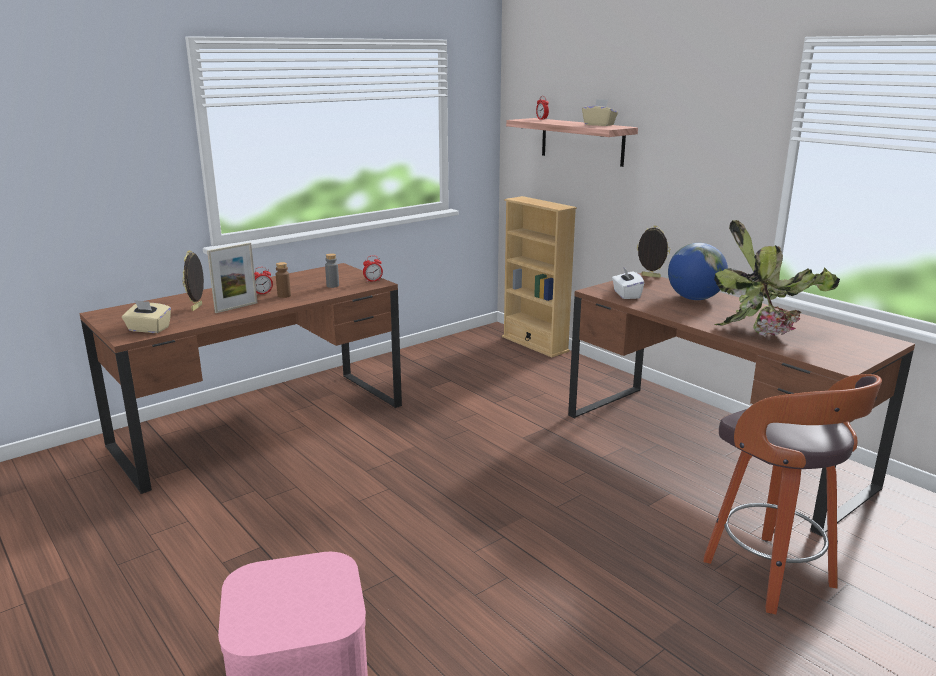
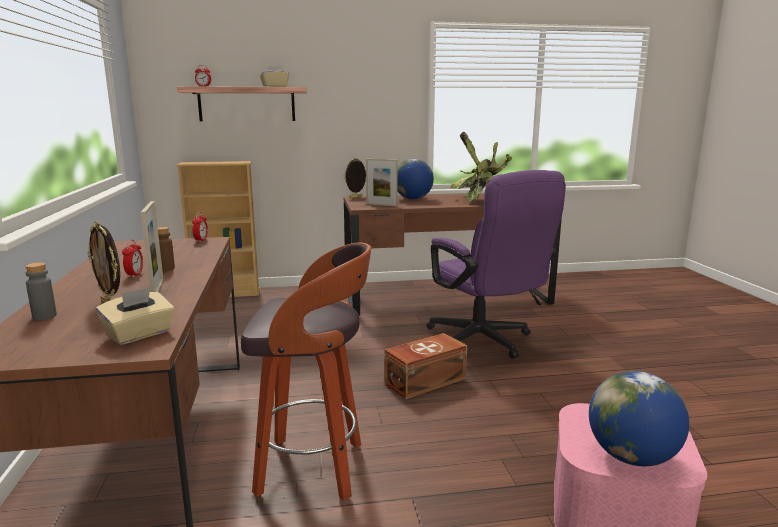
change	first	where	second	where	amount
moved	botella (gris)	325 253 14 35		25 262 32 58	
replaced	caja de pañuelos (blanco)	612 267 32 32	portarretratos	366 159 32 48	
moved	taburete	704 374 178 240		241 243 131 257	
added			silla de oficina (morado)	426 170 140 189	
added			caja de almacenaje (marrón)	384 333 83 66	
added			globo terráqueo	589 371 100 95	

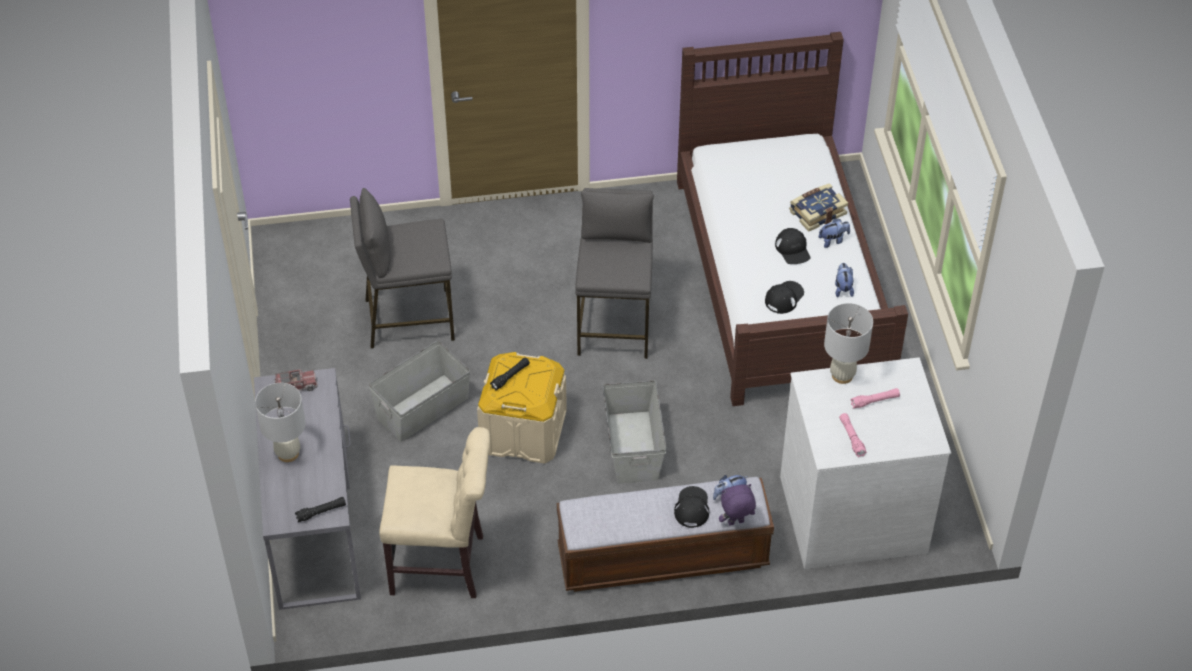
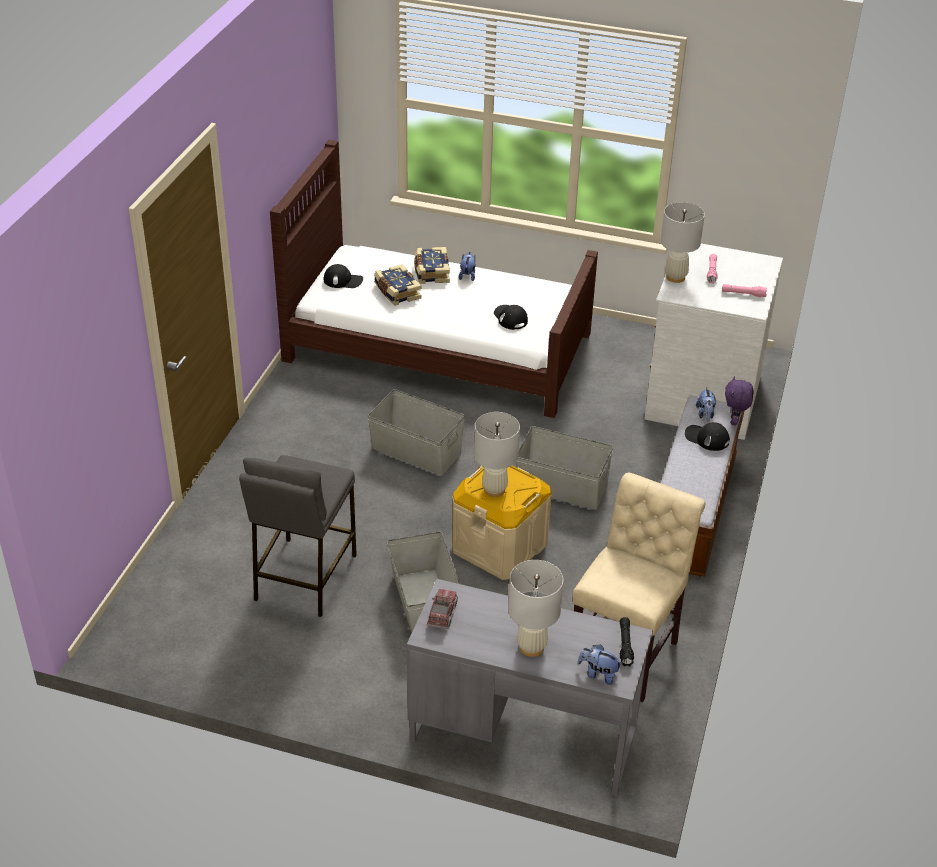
change	first	where	second	where	amount
replaced	taburete (gris)	575 188 79 171	caja de almacenaje (gris)	368 389 97 86	
moved	gorra (negro)	775 228 35 36		323 264 40 24	
moved	peluche	835 263 19 34		578 644 44 41	
replaced	linterna (negro)	490 358 40 33	lámpara de mesa (blanco)	474 412 46 85	
added			libro	374 264 48 42	

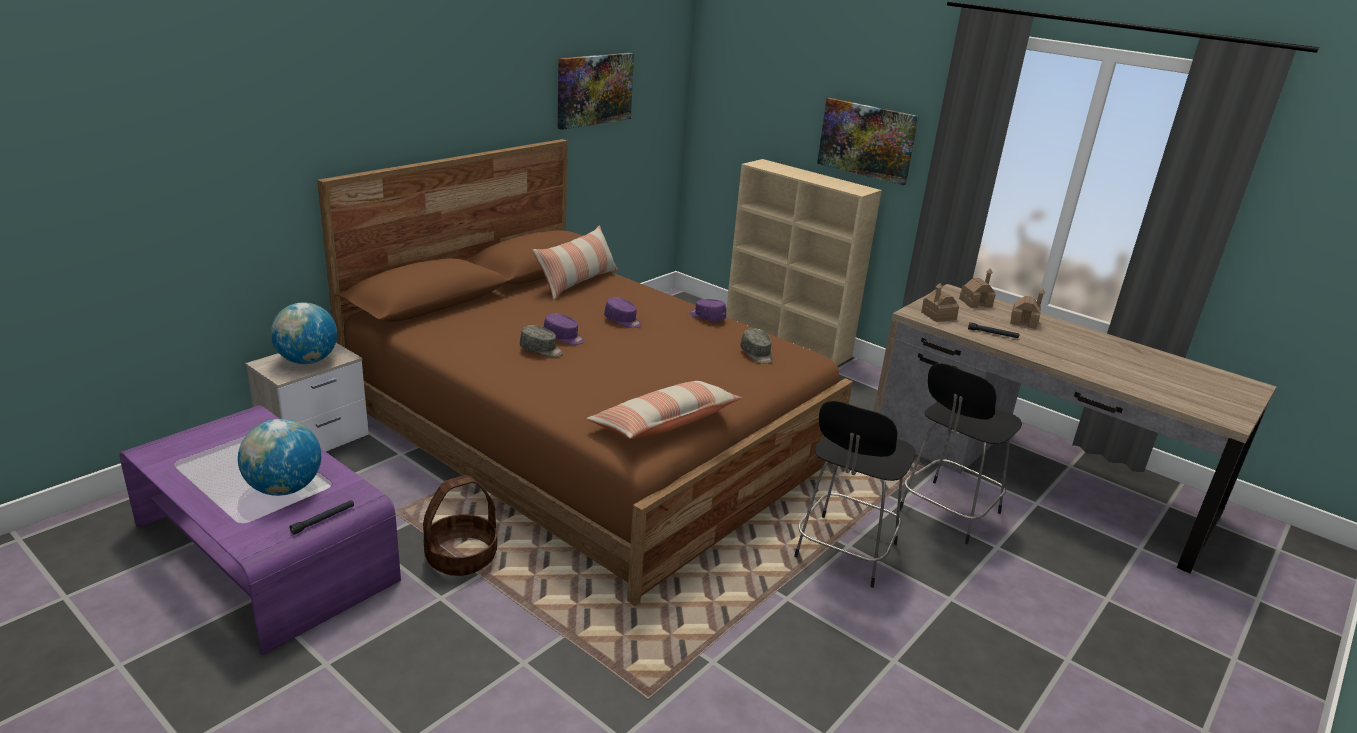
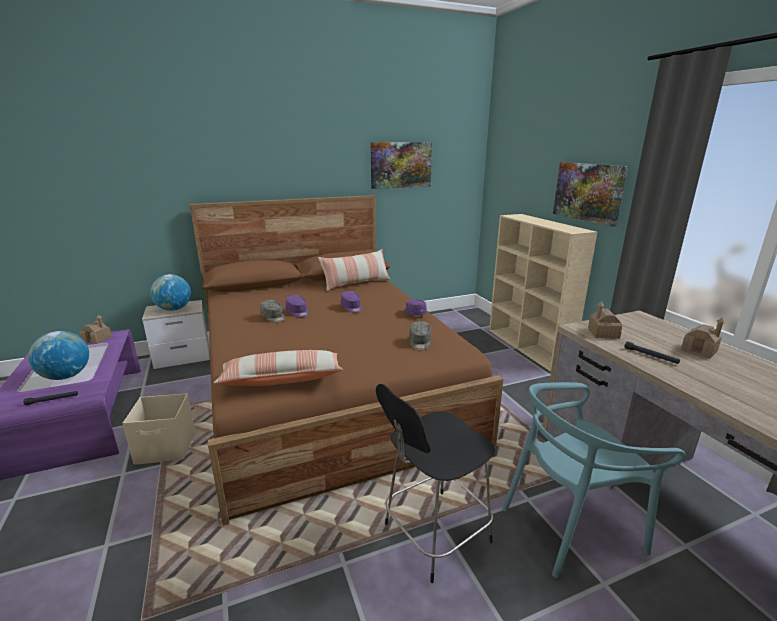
change	first	where	second	where	amount
moved	casita	959 268 37 40		80 315 32 29	
replaced	taburete (negro)	900 363 122 181	silla (turquesa)	502 382 184 196	
replaced	cesta	423 475 74 101	caja de almacenaje (beis)	123 393 72 72	

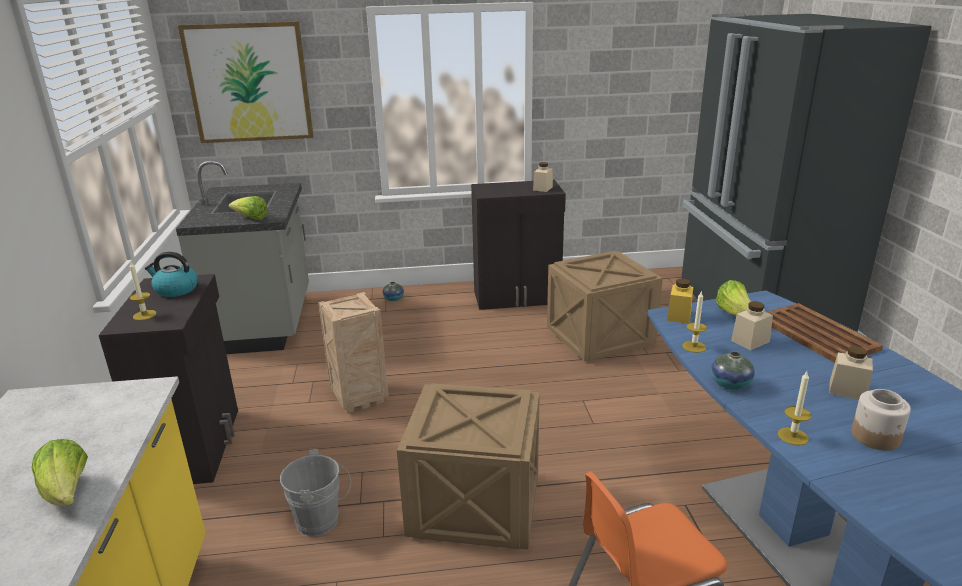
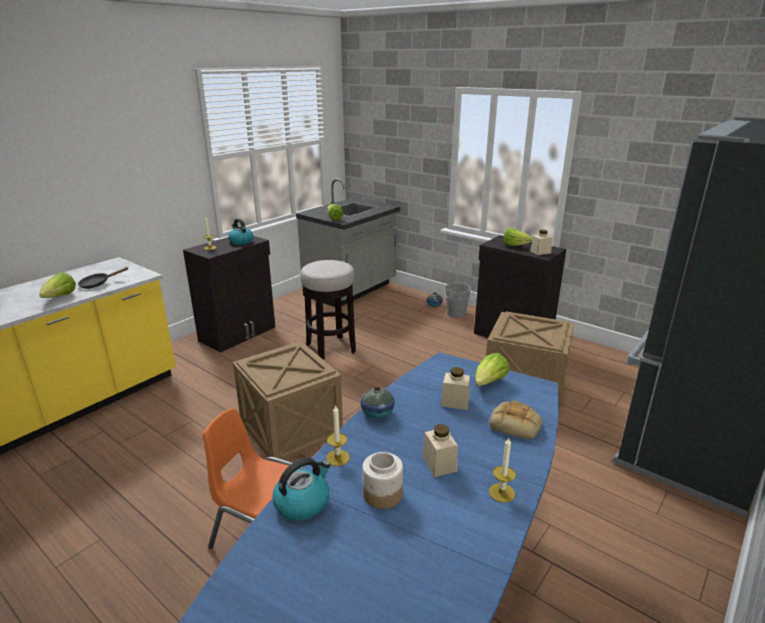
change	first	where	second	where	amount
removed	cuadro	178 21 136 122			
removed	tarro (amarillo)	667 279 26 45			
moved	vela	682 290 25 63		489 438 27 65	
replaced	caja de embalaje	318 292 70 121	taburete	300 260 56 100	
replaced	bandeja (marrón)	767 303 116 60	pan	489 400 53 40	
moved	cubo (gris)	280 449 71 88		445 281 30 37	
added			lechuga	503 228 30 18	
added			sartén (negro)	78 267 51 22	
added			hervidor	272 458 59 63	

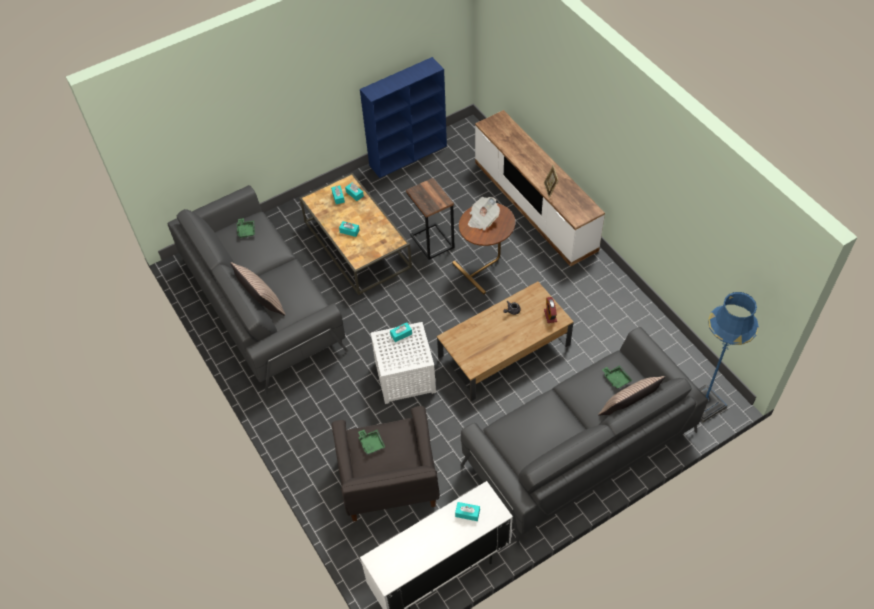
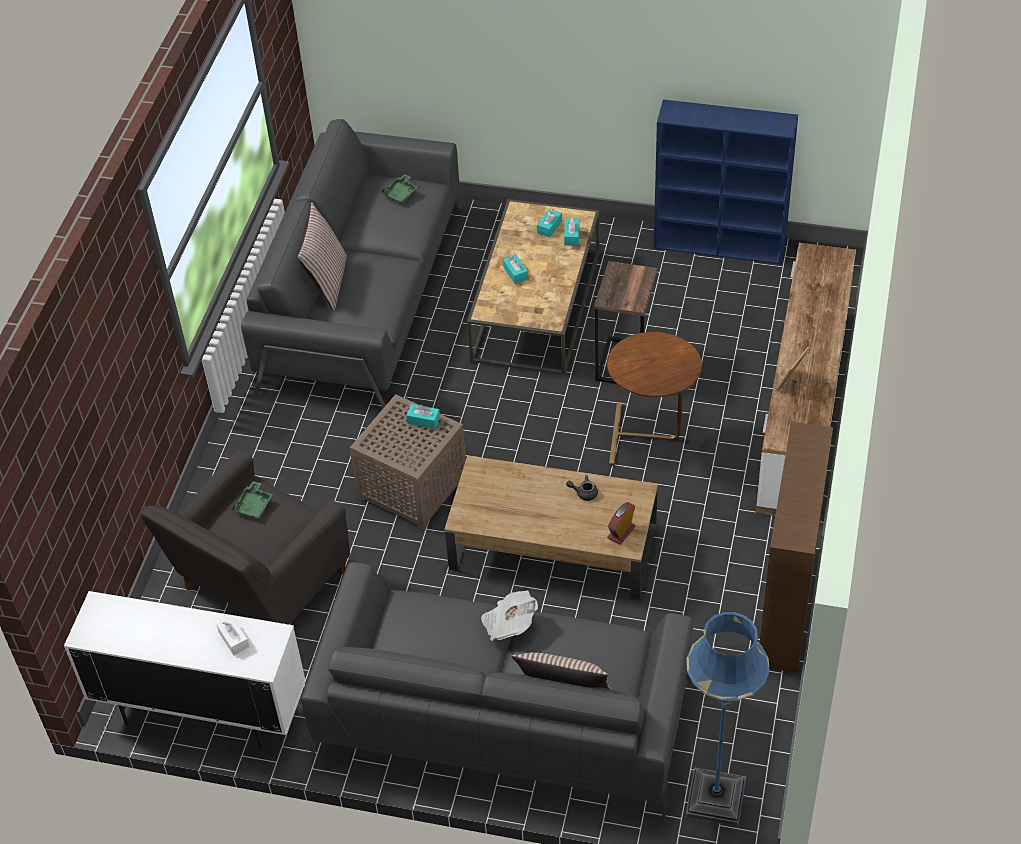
change	first	where	second	where	amount
moved	periódico	468 197 32 33		481 590 57 51	
recoloured	mesa auxiliar (blanco)	371 322 65 82	mesa auxiliar (marrón)	350 394 116 136	
removed	bandeja (verde)	602 365 31 25			
recoloured	caja de pañuelos (turquesa)	455 502 25 19	caja de pañuelos (blanco)	216 616 33 39	
added			estantería (marrón)	760 422 73 251	

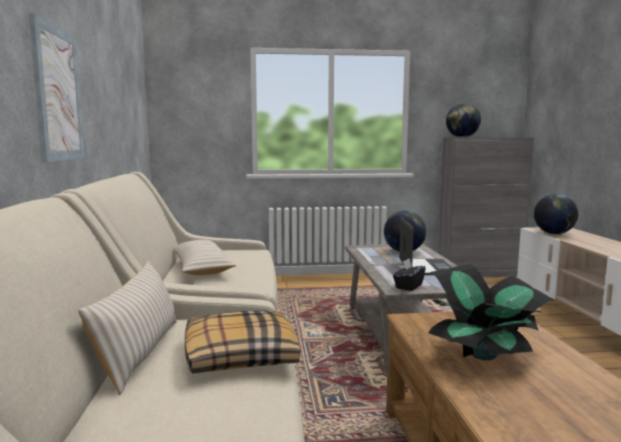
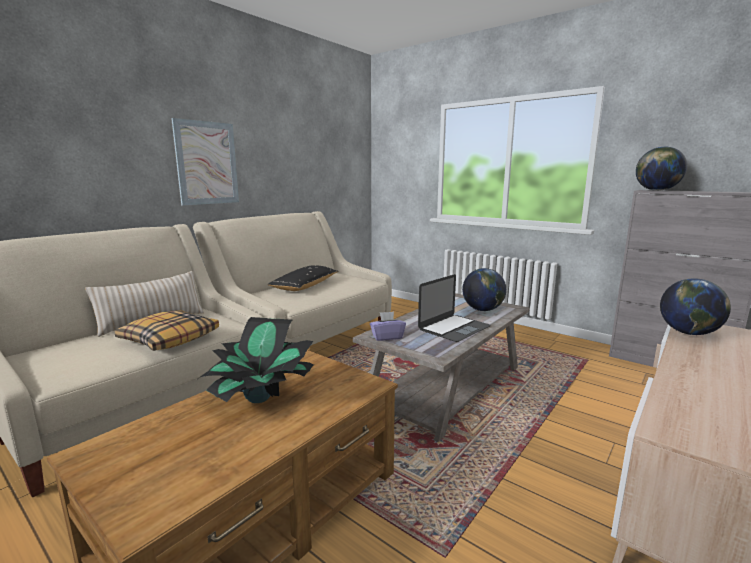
change	first	where	second	where	amount
recoloured	cojín (beis)	173 240 63 35	cojín (negro)	267 265 71 26	
recoloured	caja de pañuelos (negro)	393 258 33 33	caja de pañuelos (morado)	370 312 36 29	

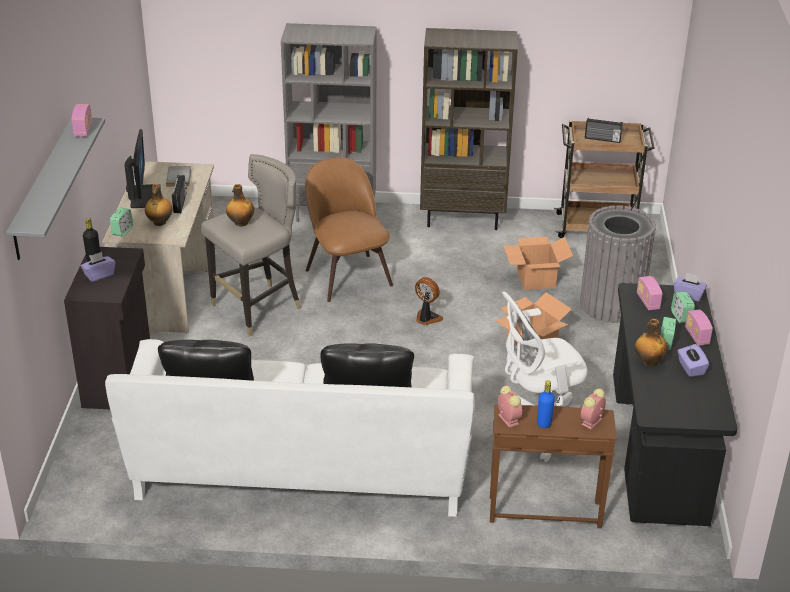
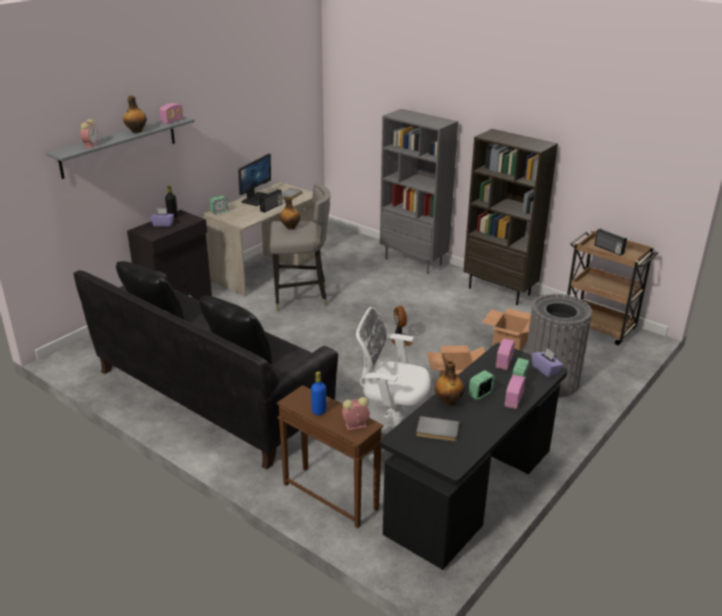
change	first	where	second	where	amount
removed	silla (marrón)	305 157 88 145			
moved	botella	145 184 27 42		123 95 24 38	
recoloured	sofá (blanco)	105 339 370 178	sofá (negro)	73 270 265 200	
removed	caja de pañuelos (morado)	678 344 31 33			
moved	despertador	498 386 24 42		81 119 17 29	
added			libro (gris)	416 416 43 25	

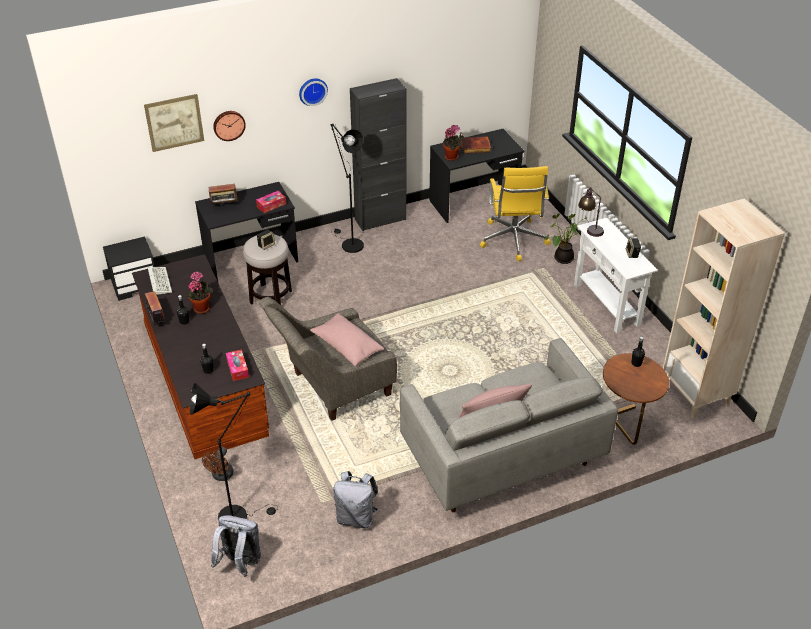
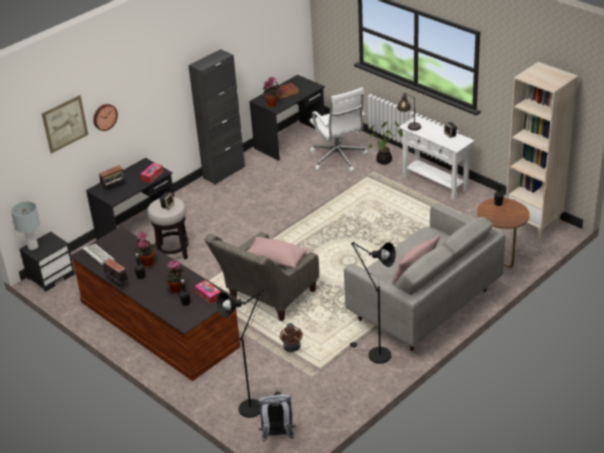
change	first	where	second	where	amount
removed	reloj de pared	299 78 29 28			
moved	lámpara de pie (negro)	331 124 33 129		350 242 46 122	
recoloured	silla de oficina (amarillo)	480 166 71 95	silla de oficina (blanco)	310 87 58 85	
moved	ventilador (marrón)	202 447 32 34		280 323 23 29	
removed	mochila (gris)	333 471 45 57			
added			lámpara de mesa (gris)	11 201 29 49	
added			planta en maceta	163 260 22 34	

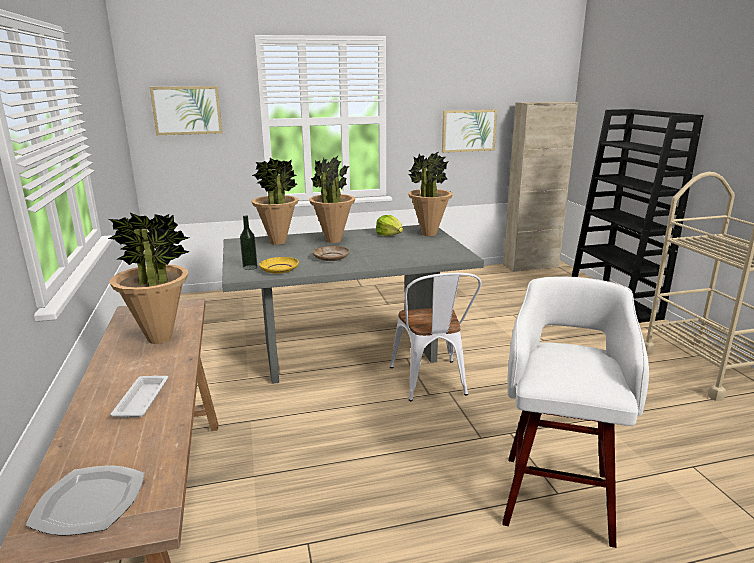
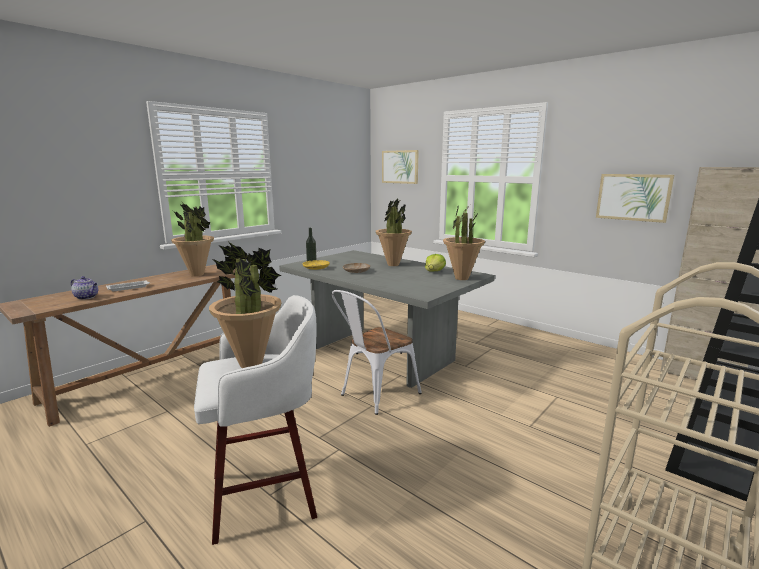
change	first	where	second	where	amount
moved	planta en maceta	251 158 48 87		209 242 73 126	
removed	plato	25 465 120 70			
added			tetera	71 276 27 24	

